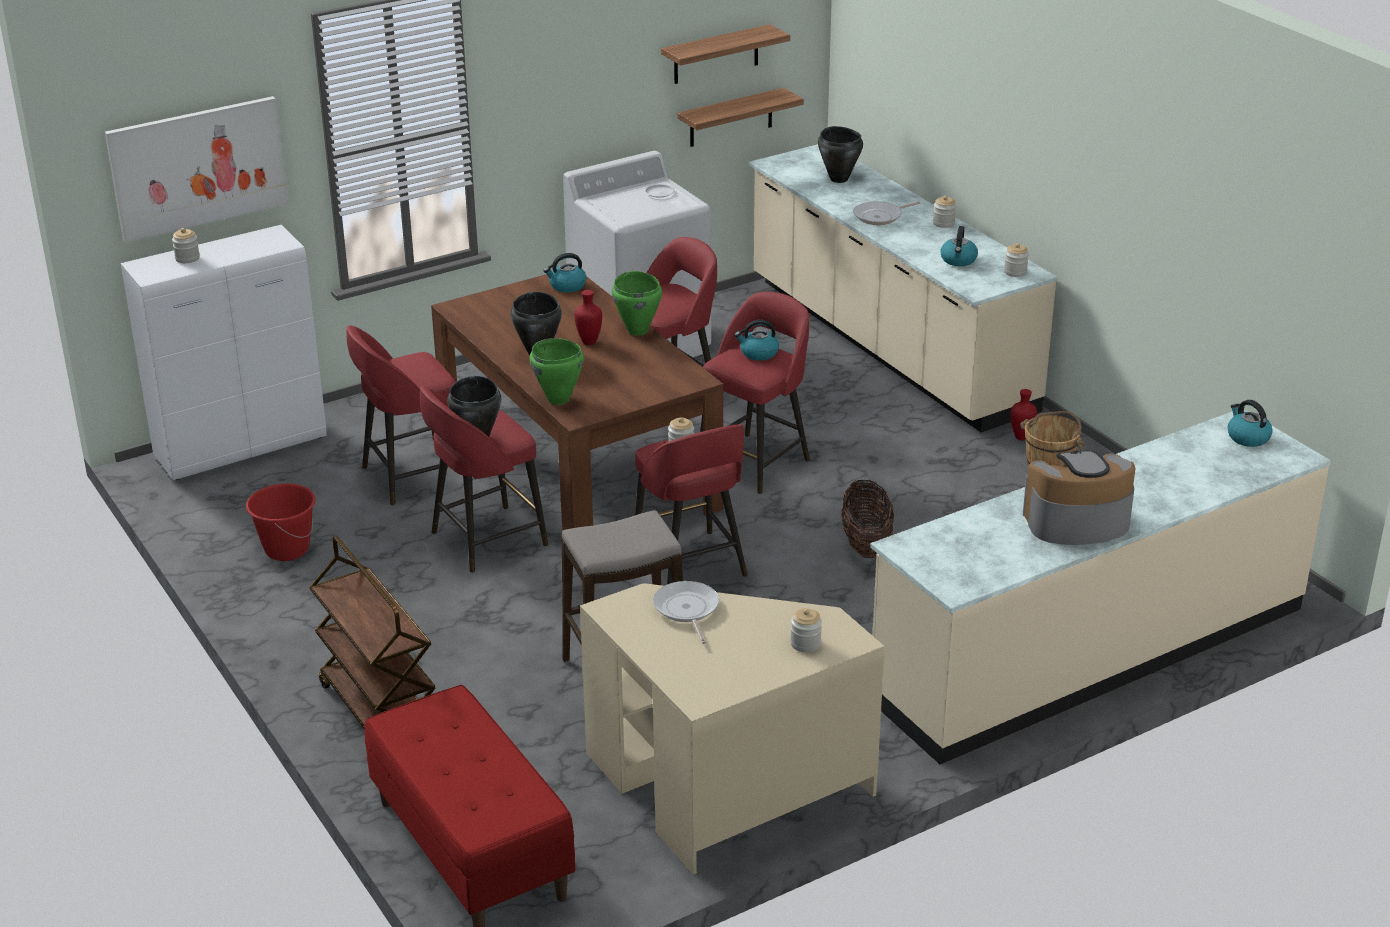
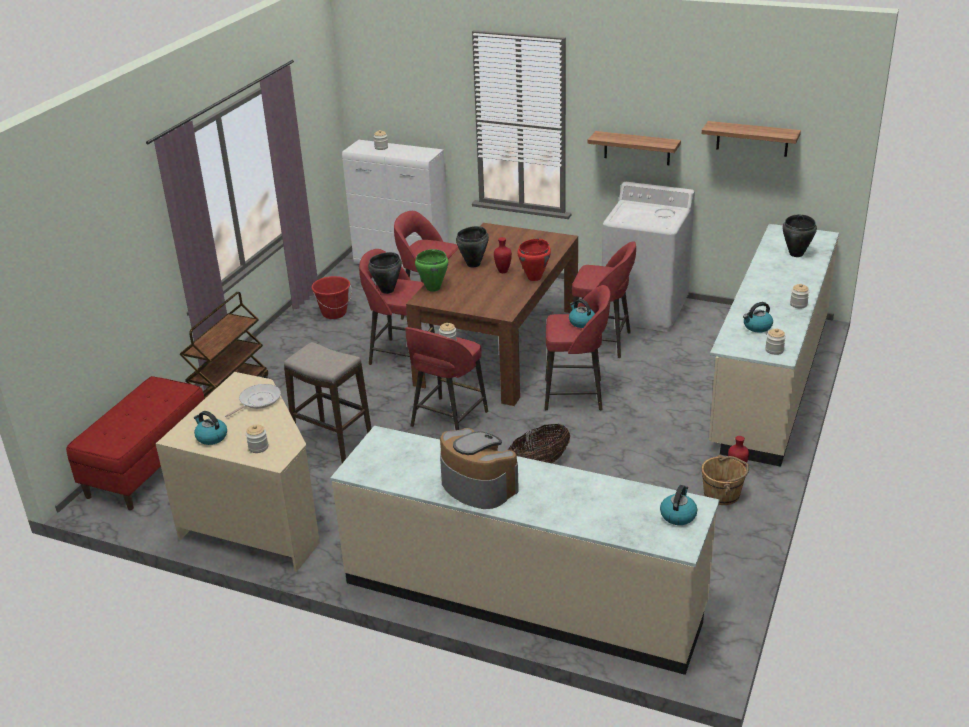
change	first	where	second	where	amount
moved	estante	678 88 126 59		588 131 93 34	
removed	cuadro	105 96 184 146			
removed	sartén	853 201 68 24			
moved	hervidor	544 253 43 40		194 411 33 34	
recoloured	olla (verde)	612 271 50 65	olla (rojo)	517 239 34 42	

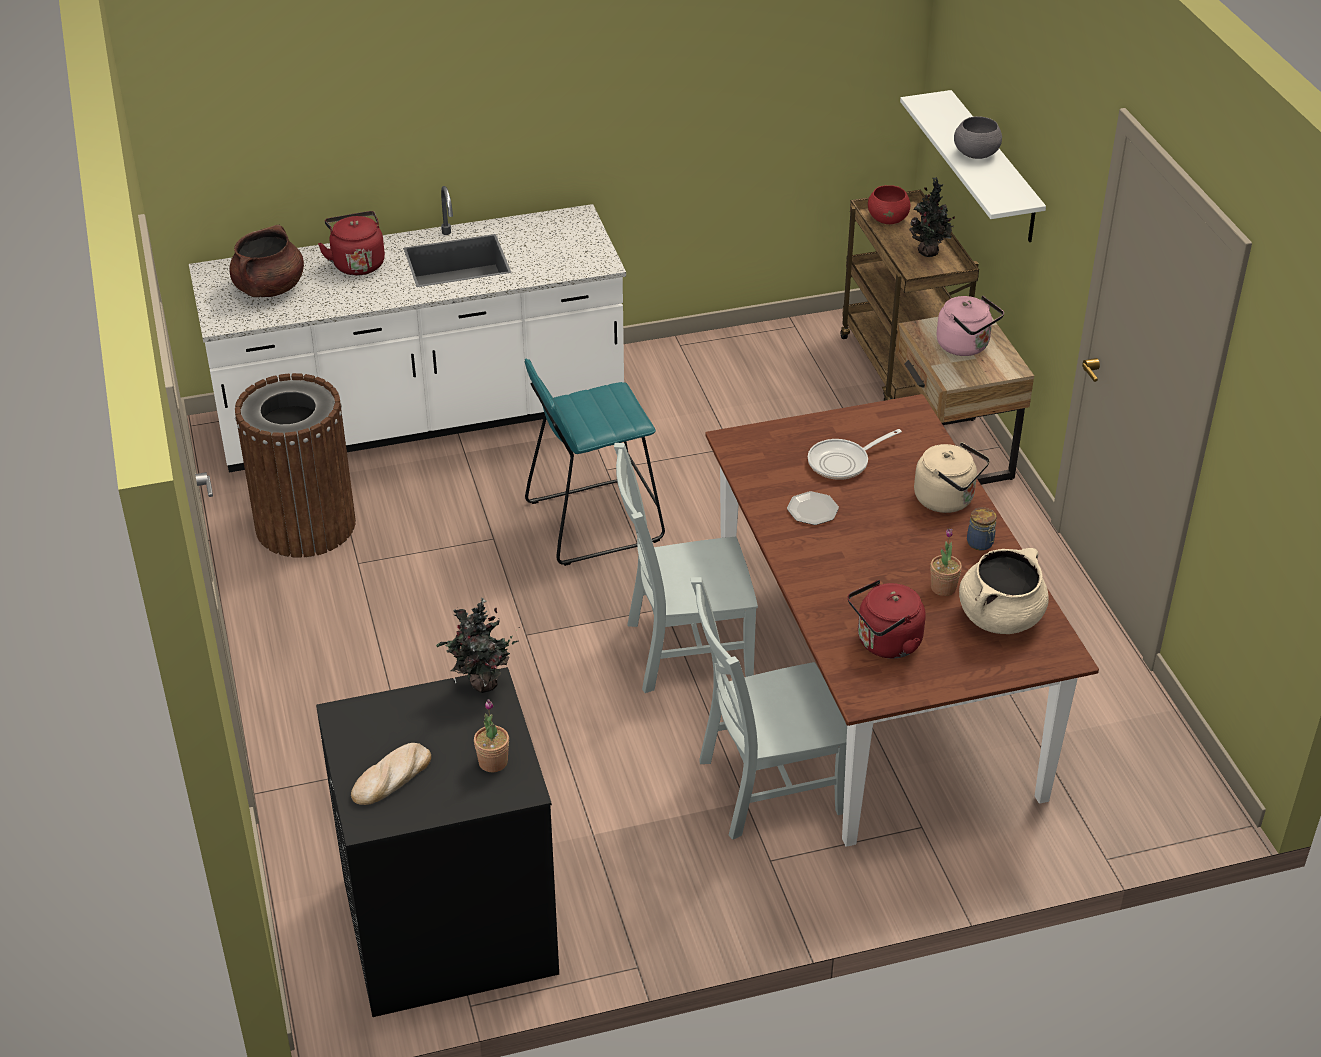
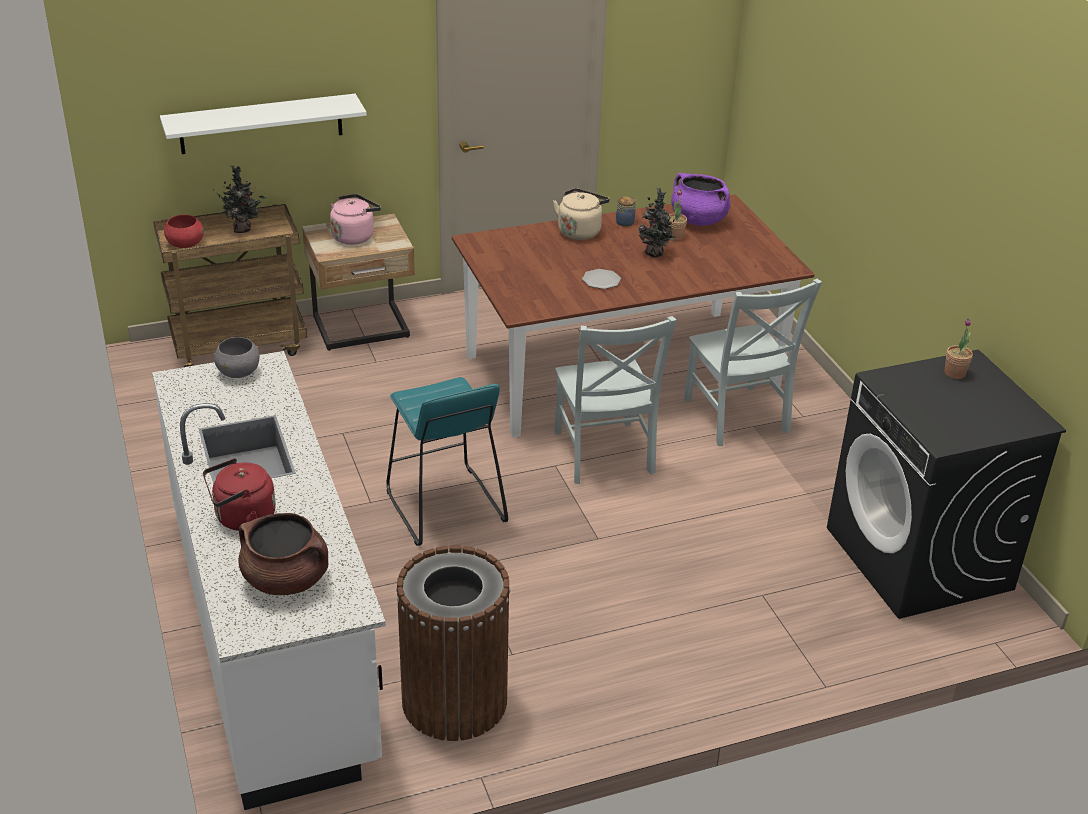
change	first	where	second	where	amount
moved	cuenco (gris)	954 116 48 43		214 337 45 41	
removed	sartén	808 429 94 51			
recoloured	olla (beis)	959 548 90 86	olla (morado)	671 173 60 53	
removed	hervidor (rojo)	848 580 78 79			
moved	planta en maceta	436 598 84 95		638 187 38 70	
removed	pan	351 743 80 62			

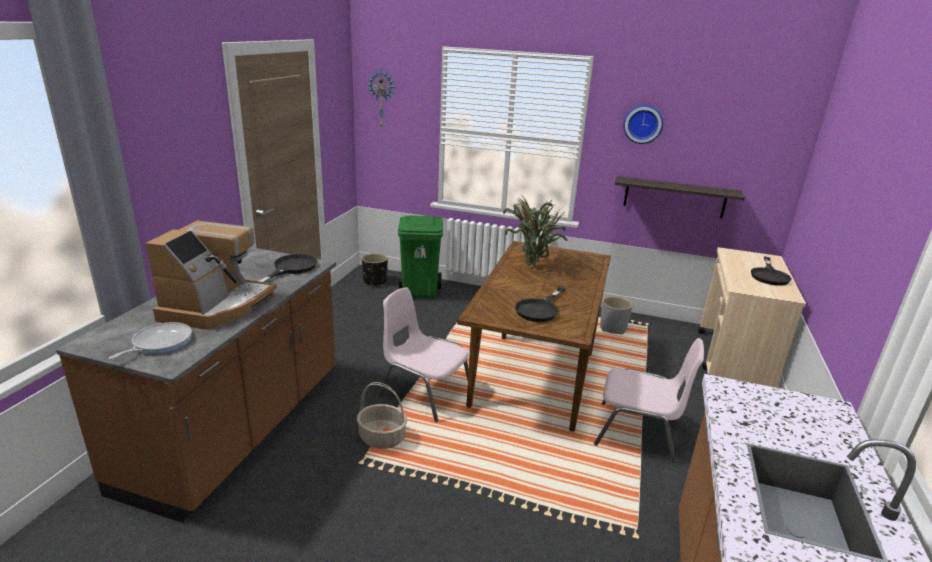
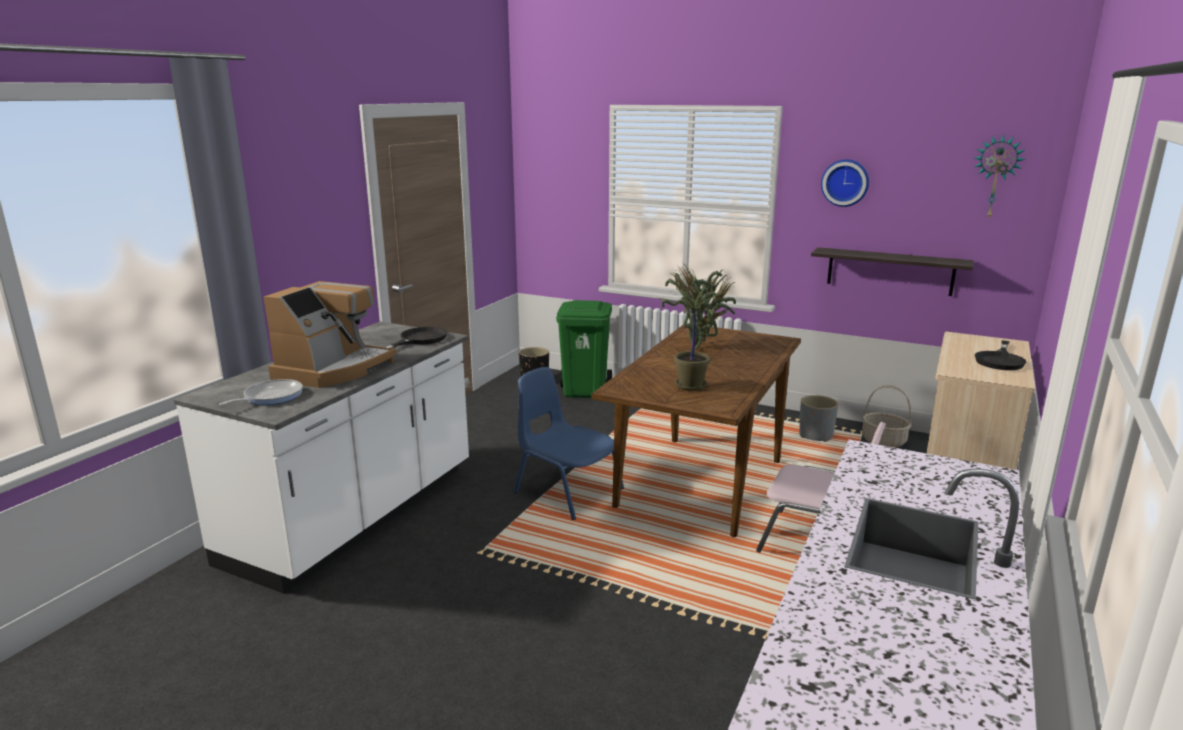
change	first	where	second	where	amount
moved	reloj de pared	367 70 28 57		974 134 51 86	
recoloured	mueble bajo de cocina (marrón)	56 247 280 276	mueble bajo de cocina (blanco)	174 321 295 273	
replaced	sartén (negro)	515 286 50 36	planta en maceta	660 285 66 106	
recoloured	silla (rosa)	379 287 90 135	silla (azul)	514 367 110 153	
moved	cesta	357 382 50 67		862 385 49 62	

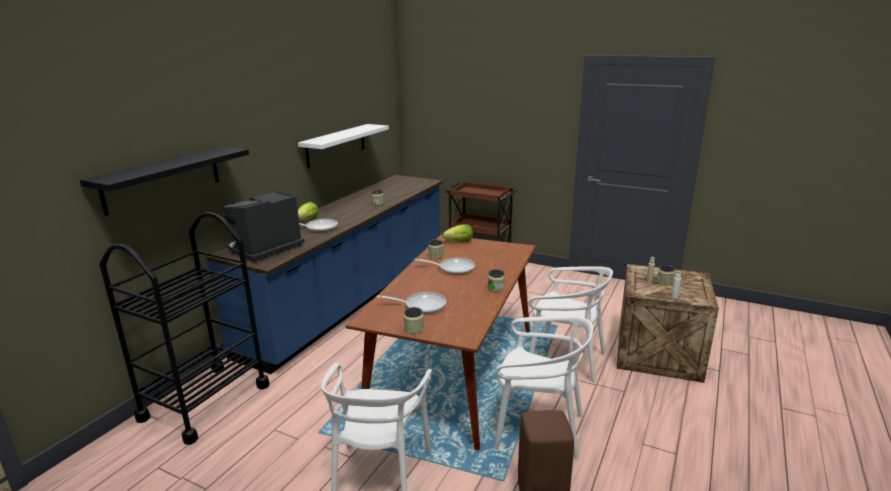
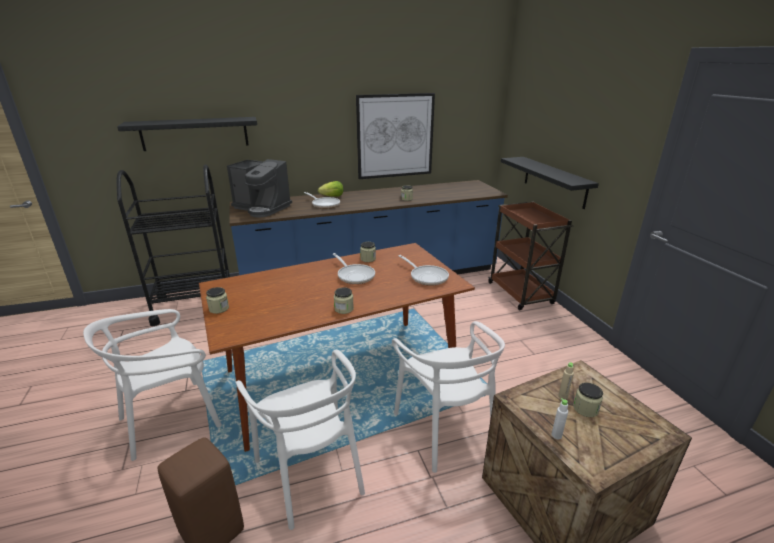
change	first	where	second	where	amount
replaced	estante (blanco)	298 124 91 44	cuadro	356 93 79 86	
turned	cafetera	222 191 83 71		227 159 65 59	150 degrees counterclockwise
removed	lechuga	443 224 30 18			
moved	sartén	376 292 70 22		399 255 50 31	
added			estante (negro)	501 157 98 52	

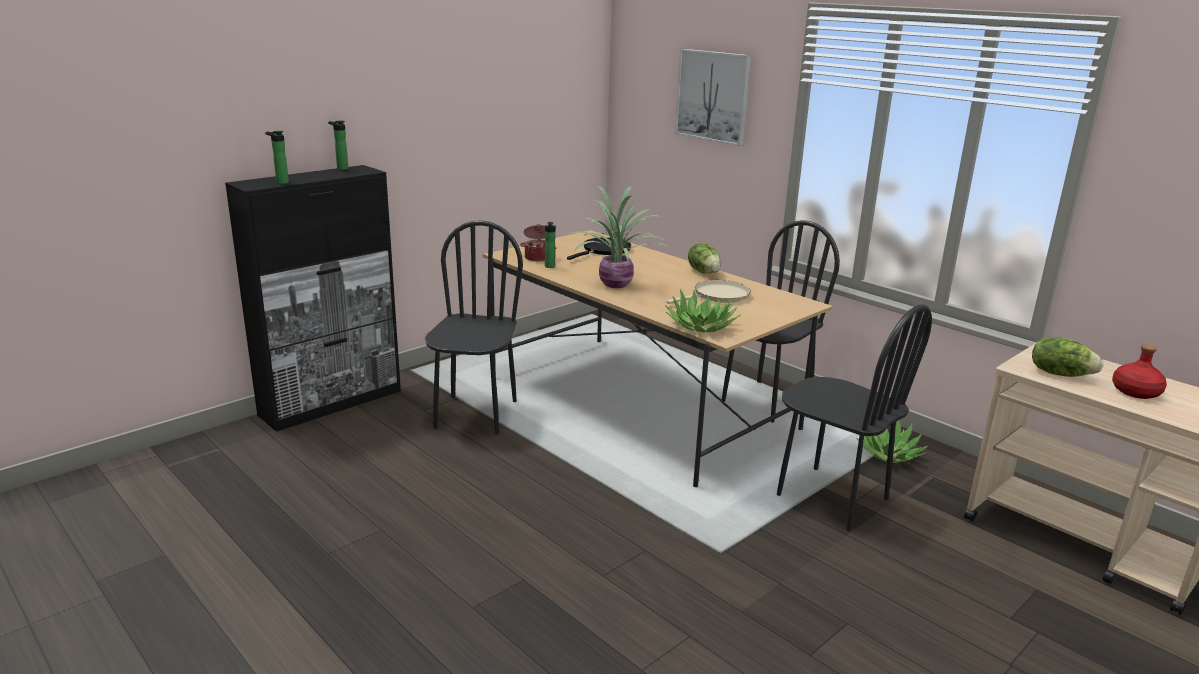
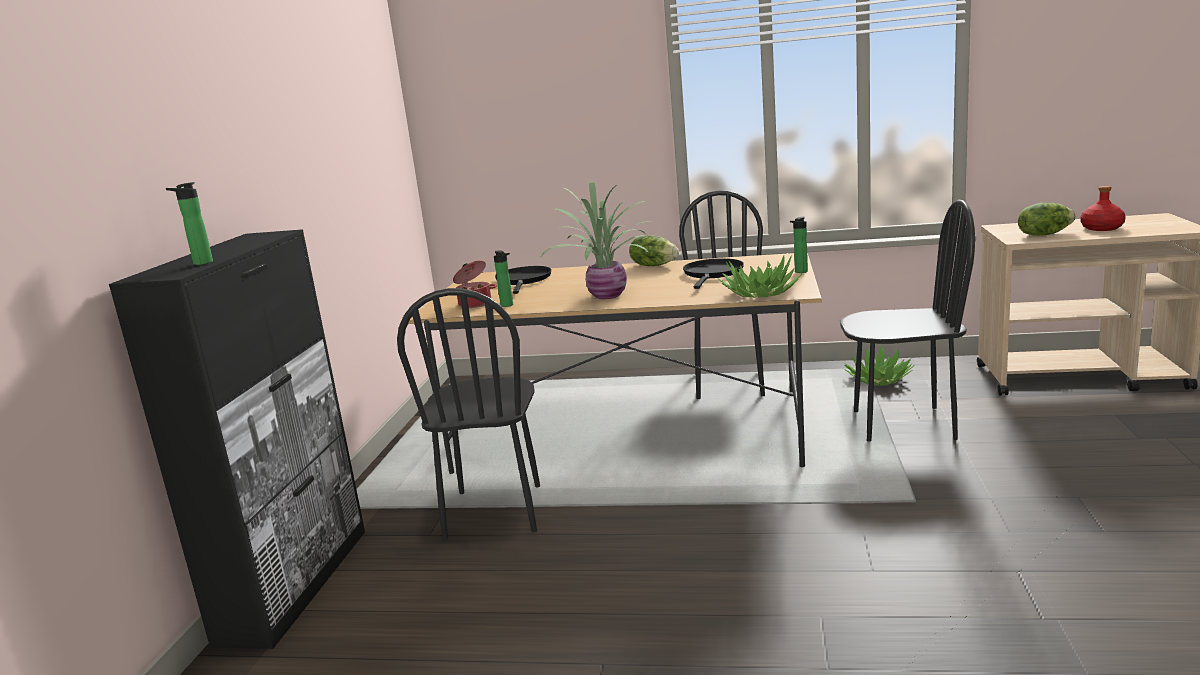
change	first	where	second	where	amount
removed	cuadro	675 49 76 97			
moved	botella	328 121 20 49		790 217 18 56	
turned	silla (negro)	425 220 98 215		397 288 143 252	150 degrees counterclockwise
recoloured	sartén (beis)	666 280 85 24	sartén (negro)	683 258 61 31	

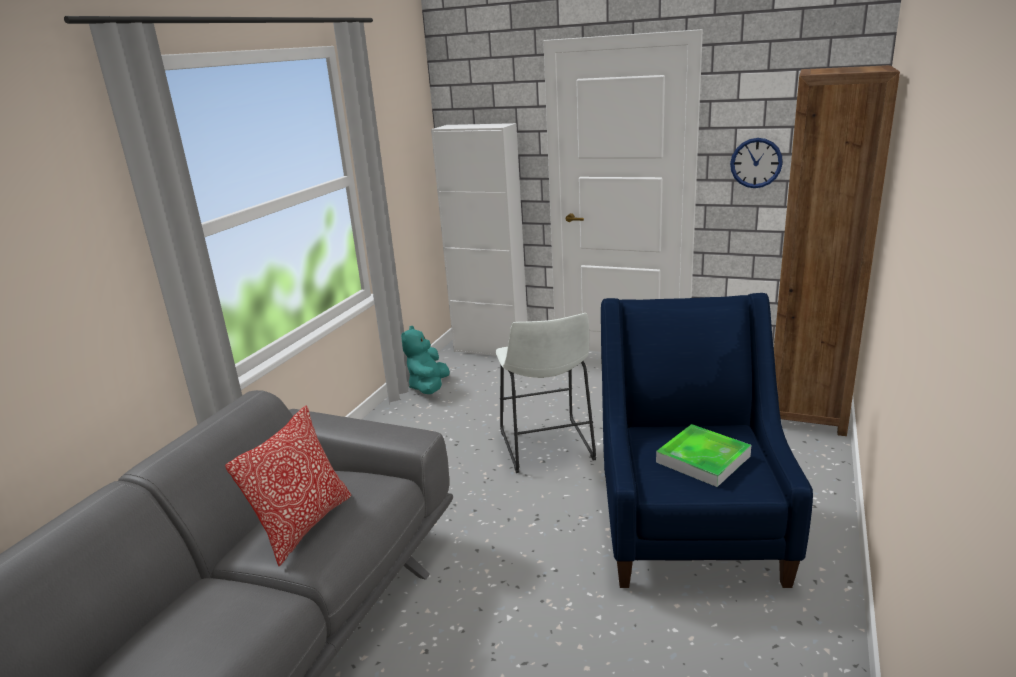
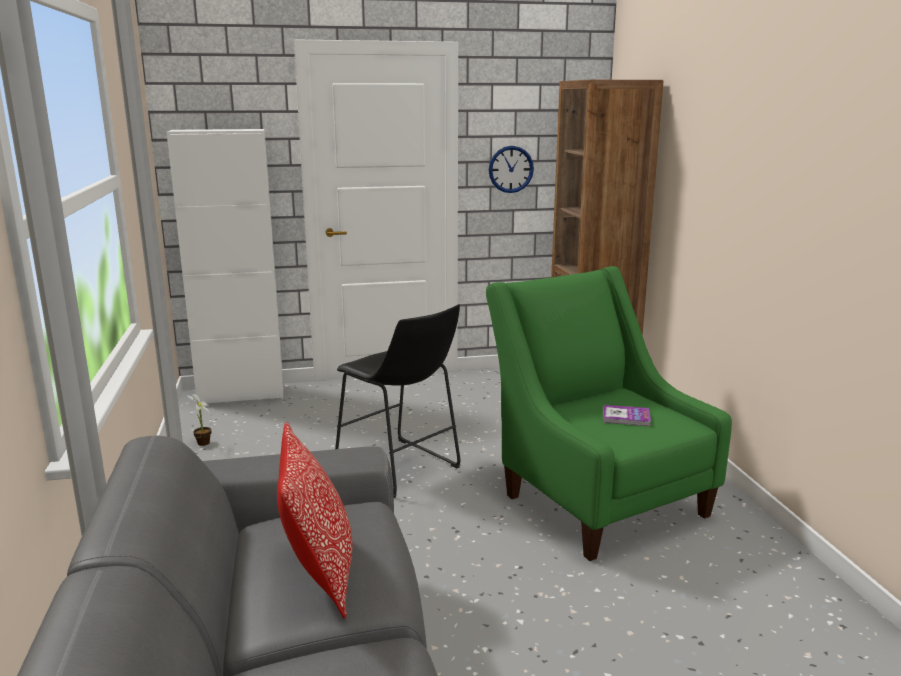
change	first	where	second	where	amount
recoloured	sillón (azul)	601 293 212 295	sillón (verde)	486 266 246 295	
recoloured	taburete (blanco)	495 313 101 160	taburete (negro)	335 304 125 194	
replaced	peluche (turquesa)	401 326 49 68	planta en maceta	187 393 25 53	
replaced	bandeja	656 424 95 63	libro	603 405 48 21	

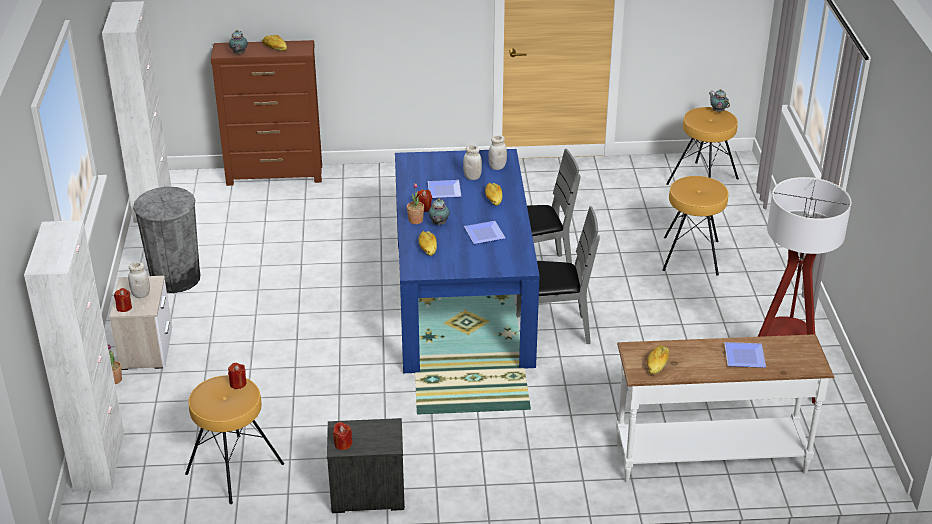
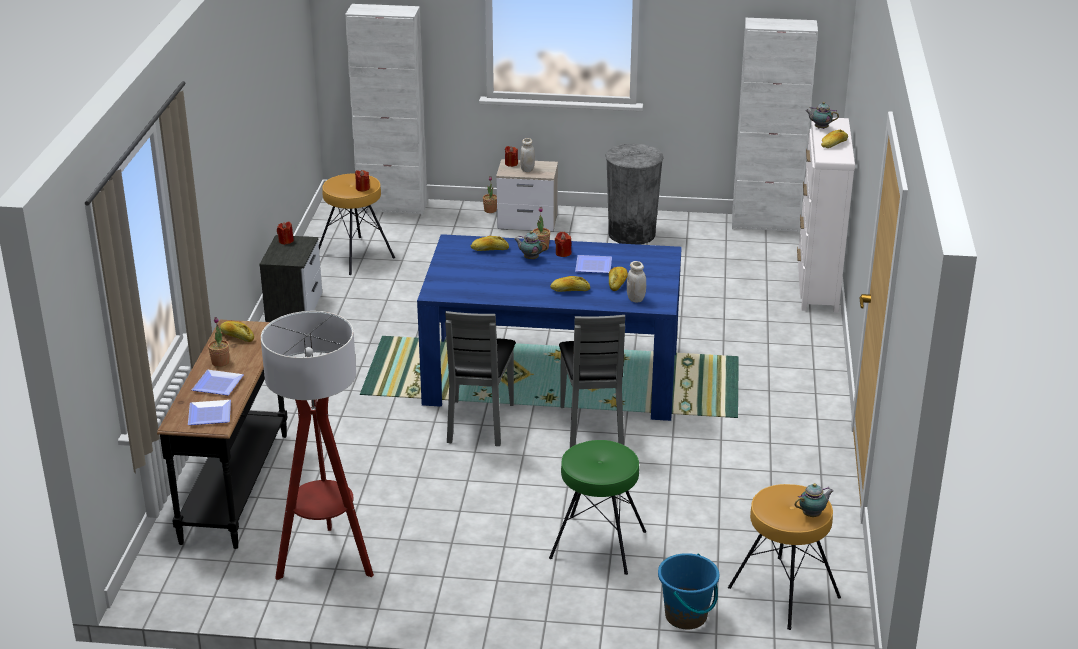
change	first	where	second	where	amount
recoloured	cómoda (marrón)	211 40 111 146	cómoda (blanco)	797 118 58 195	
replaced	tarro (blanco)	463 145 19 35	pan	609 267 19 24	
recoloured	taburete (marrón)	662 176 67 100	taburete (verde)	549 440 97 135	
moved	plato	464 221 41 23		188 400 43 25	
recoloured	mesa consola (blanco)	616 334 218 148	mesa consola (negro)	157 319 130 230	
added			planta en maceta	208 317 21 50	
added			cubo (azul)	658 553 61 76	

